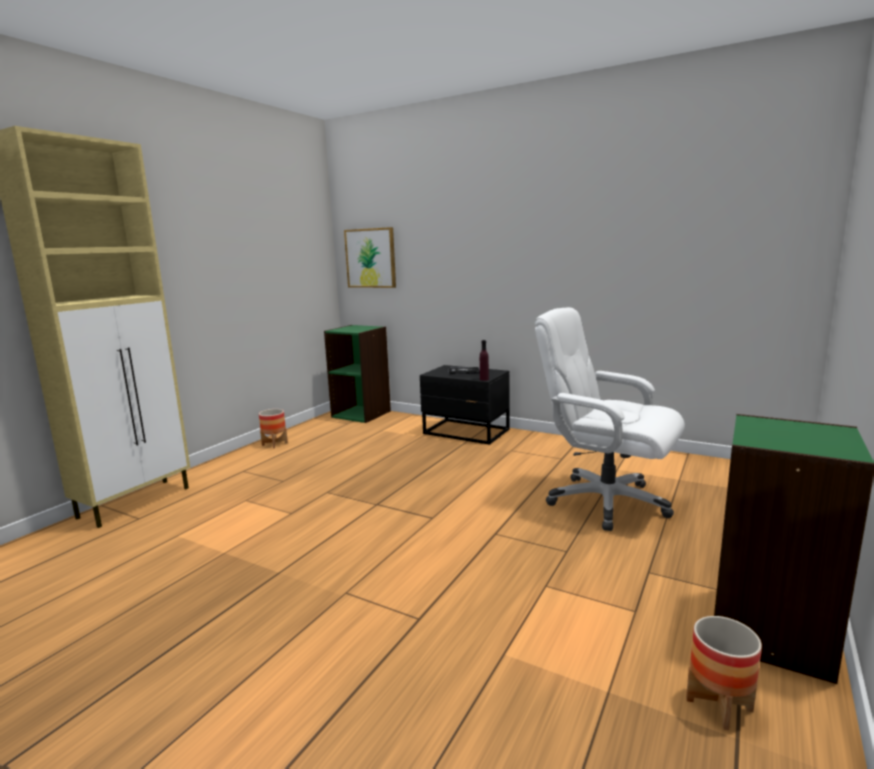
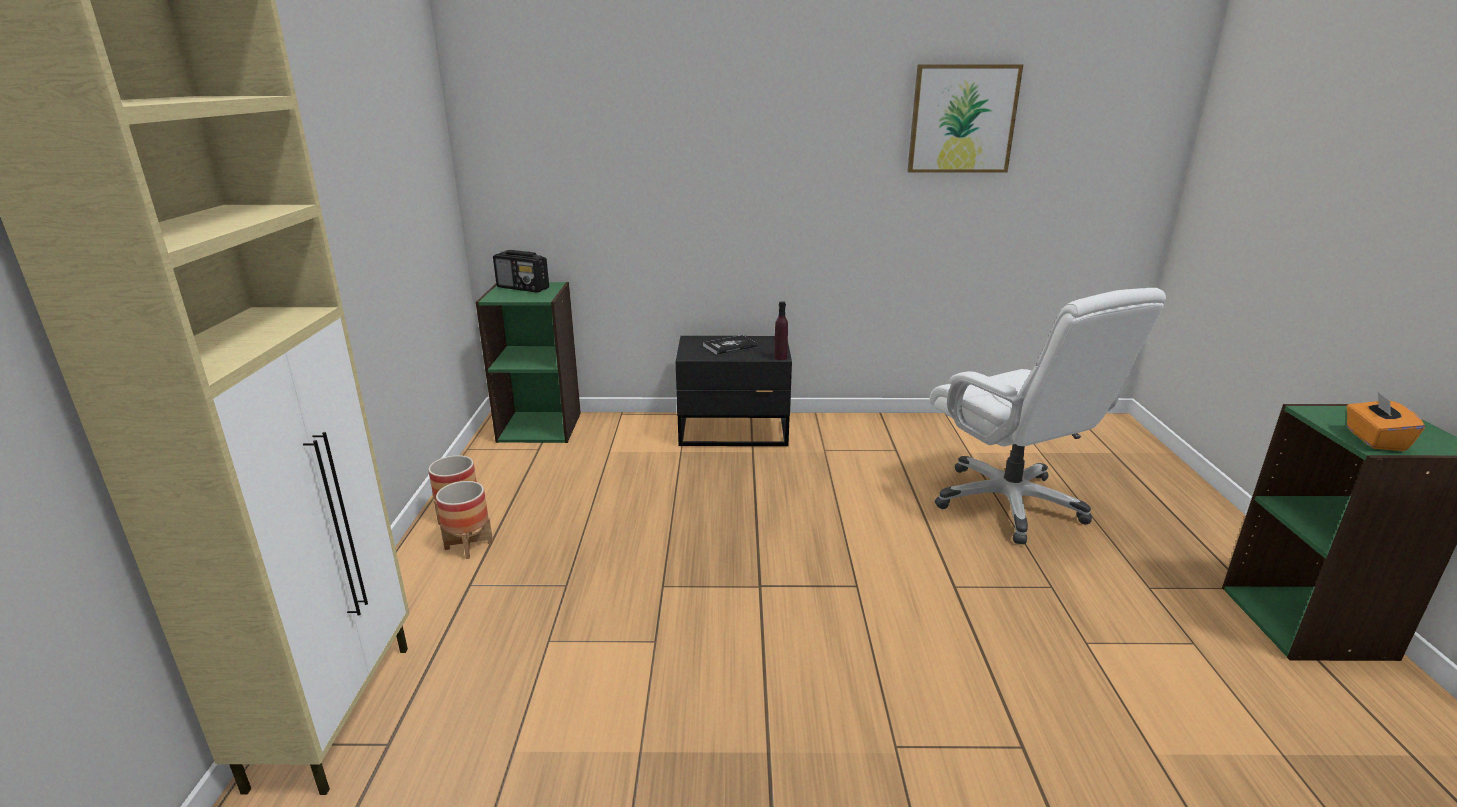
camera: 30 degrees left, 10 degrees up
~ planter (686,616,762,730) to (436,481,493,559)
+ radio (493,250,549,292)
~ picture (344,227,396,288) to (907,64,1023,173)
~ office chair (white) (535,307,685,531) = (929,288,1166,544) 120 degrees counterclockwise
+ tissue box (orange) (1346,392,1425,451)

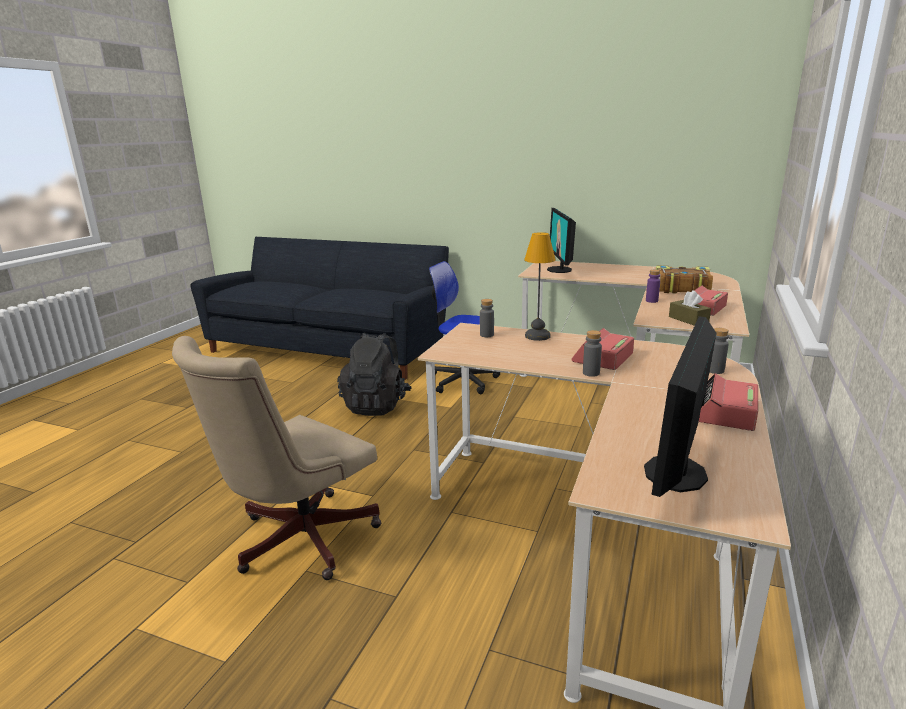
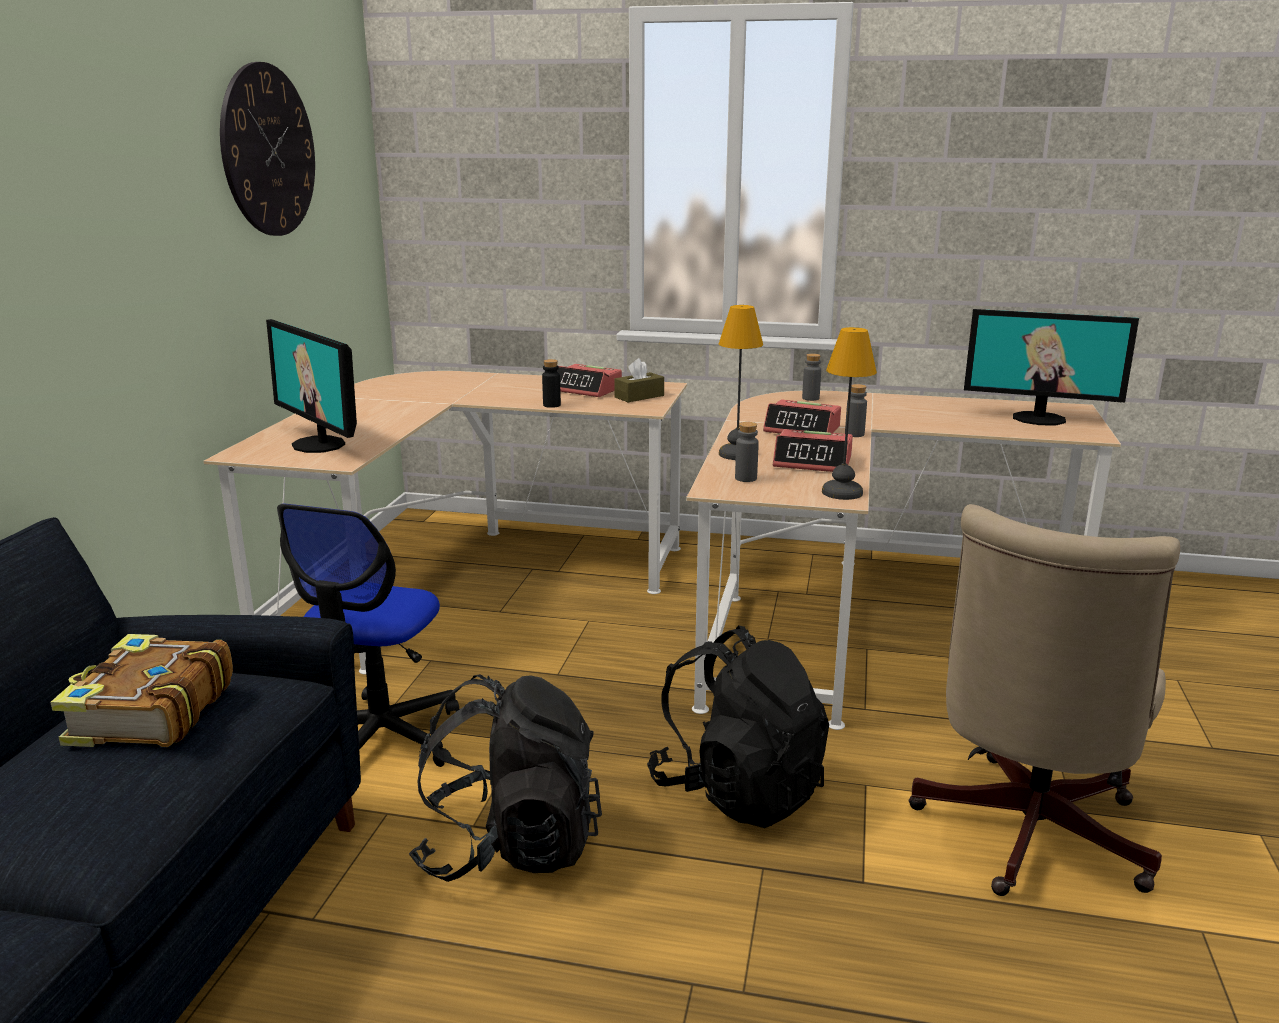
camera: 100 degrees left, 0 degrees up
~ book (656,265,713,293) to (50,634,233,747)
+ wall clock (220,62,315,236)
~ monitor (547,208,576,273) = (266,319,357,453) 60 degrees clockwise
~ bottle (purple) (646,270,660,303) to bottle (black) (542,359,561,408)
+ backpack (black) (647,625,829,828)
~ alarm clock (699,373,758,431) to (773,429,853,472)
+ table lamp (822,327,877,500)
~ office chair (beige) (172,336,381,580) = (908,504,1180,896) 90 degrees clockwise

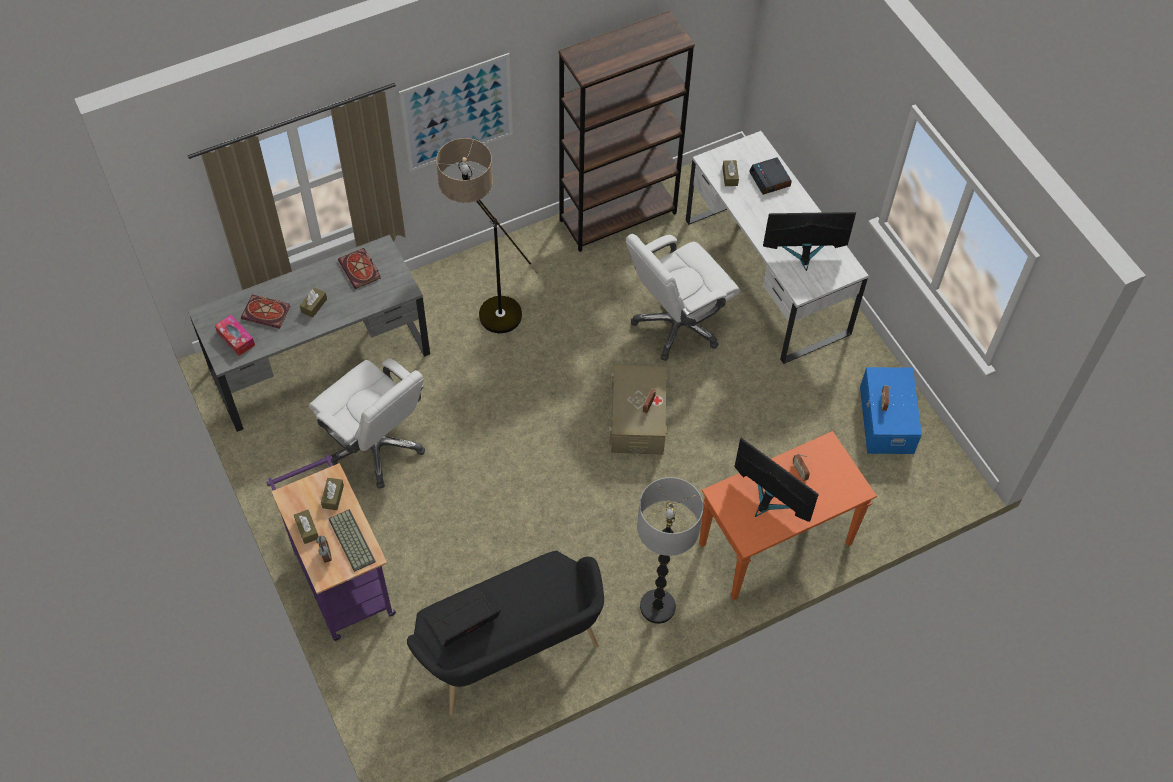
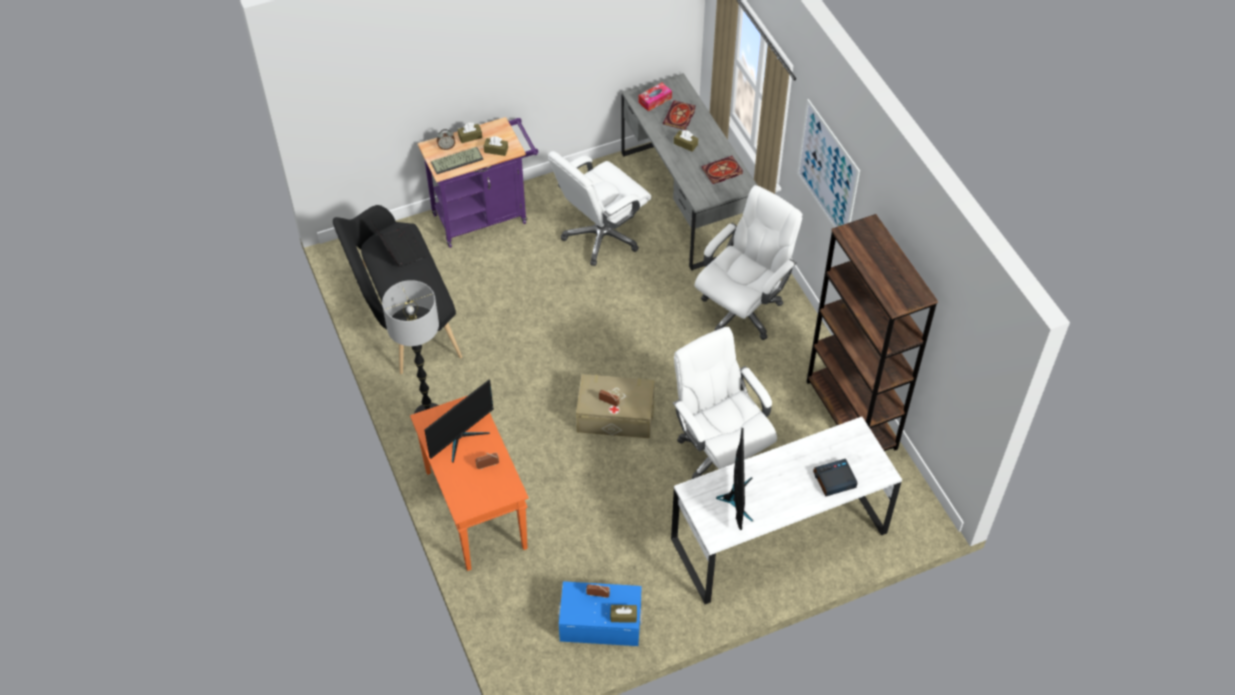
camera: 95 degrees right, 5 degrees down
~ tissue box (brown) (722,160,739,186) to (610,605,637,623)
~ floor lamp (436,138,539,334) to office chair (white) (695,185,803,340)

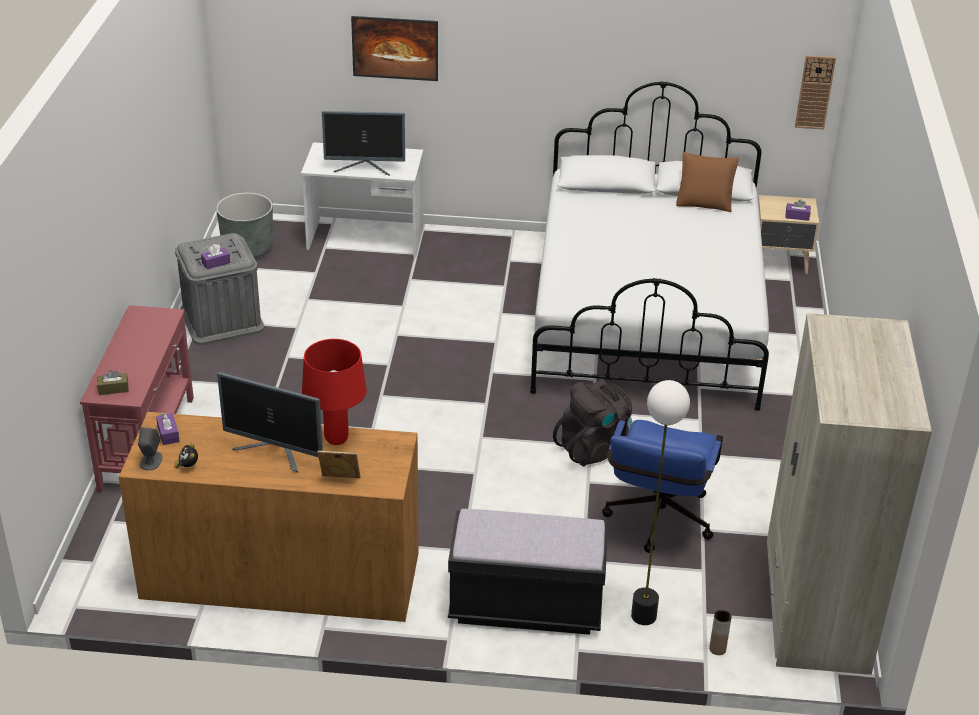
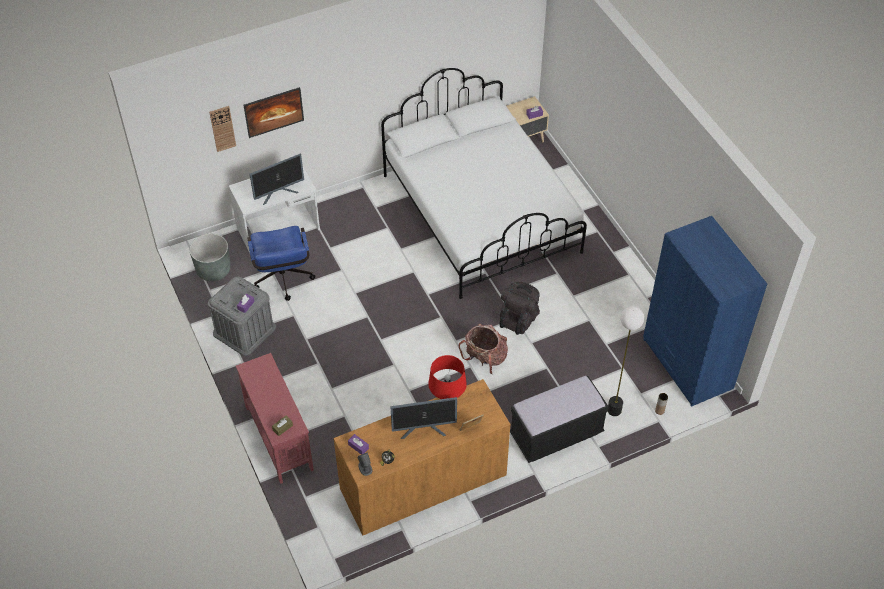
camera: 30 degrees left, 15 degrees up
~ wall clock (795,55,836,130) to (209,106,236,152)
~ office chair (blue) (602,415,723,553) to (247,226,315,301)
+ backpack (459,324,508,375)
~ wardrobe (beige) (767,313,932,675) to wardrobe (blue) (643,216,767,407)
- pillow (brown) (676,152,739,212)

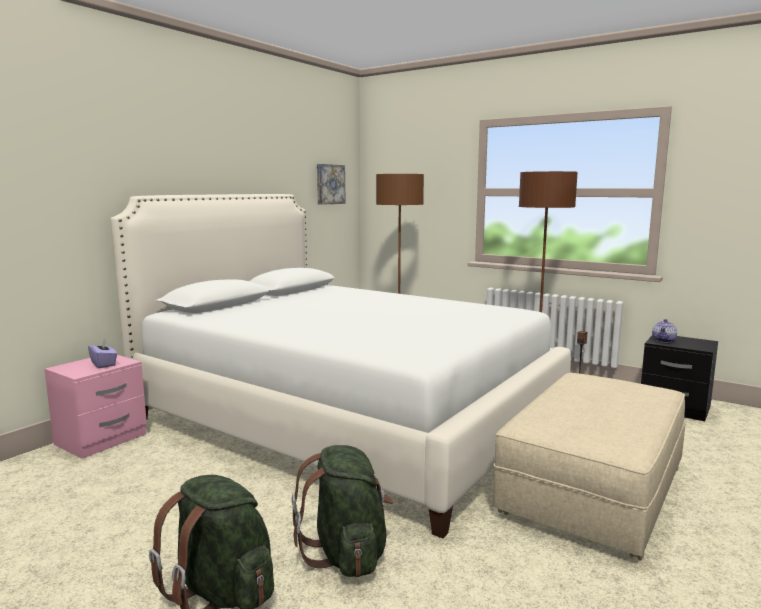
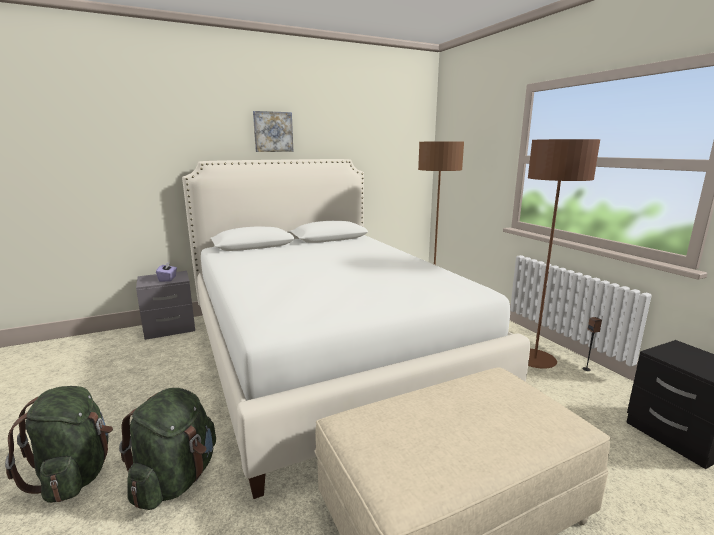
camera: 30 degrees right, 5 degrees up
~ nightstand (pink) (44,355,147,459) to nightstand (grey) (136,271,195,340)
~ picture (317,164,346,205) to (253,111,293,152)
- teapot (652,319,677,343)

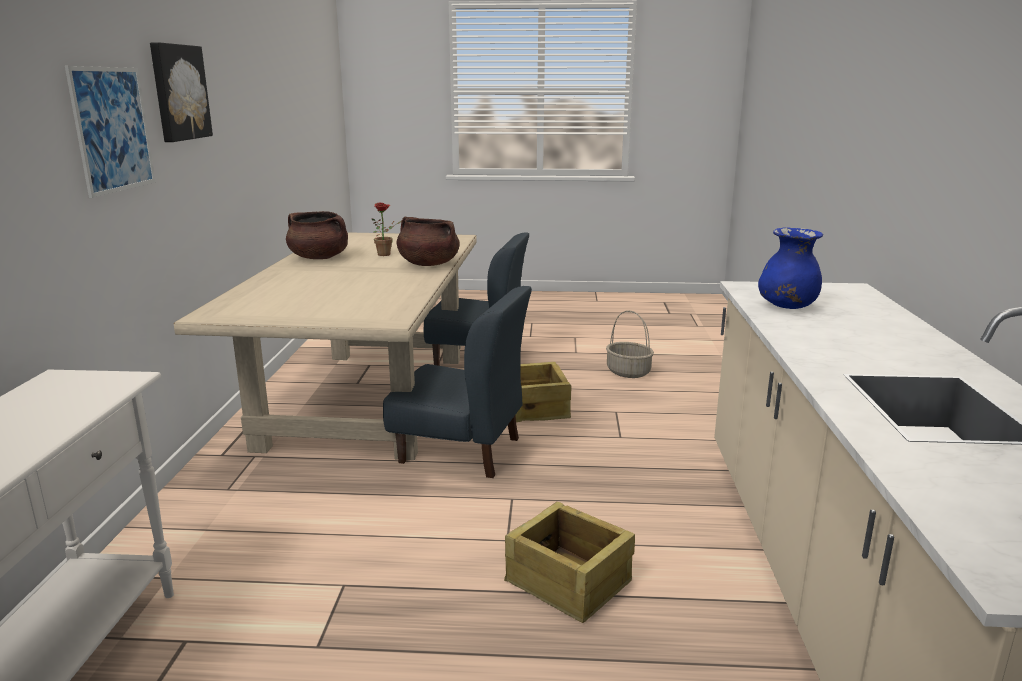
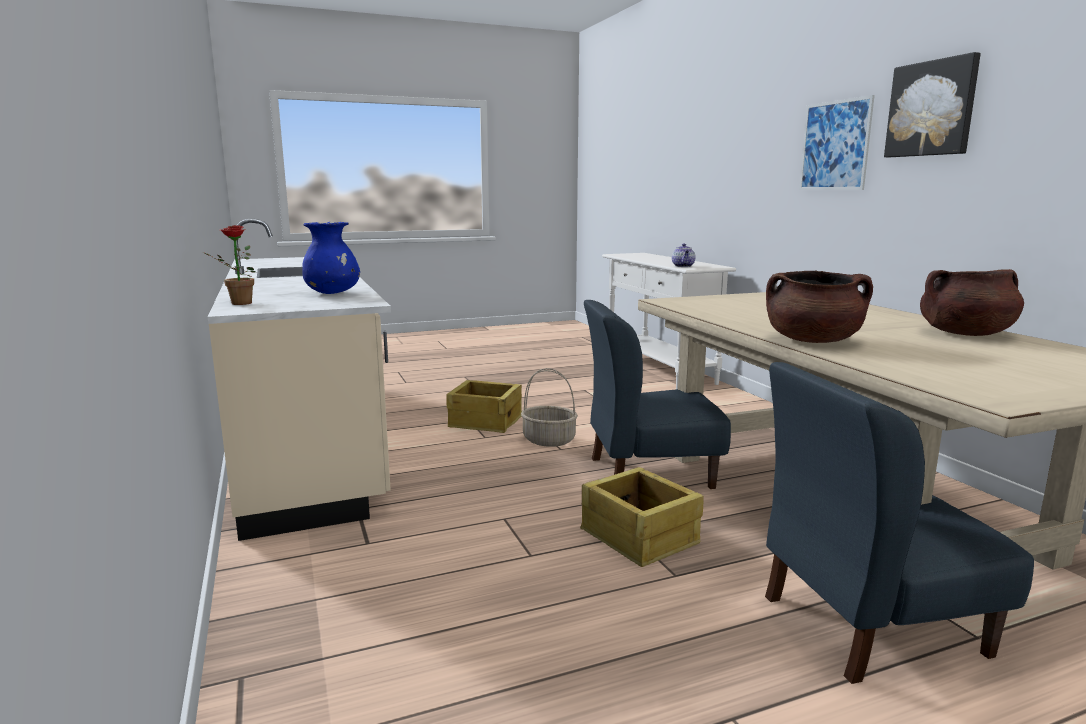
camera: 155 degrees right, 5 degrees down
~ potted plant (371,202,401,256) to (202,225,256,305)
~ basket (606,310,654,378) to (521,368,578,447)
+ teapot (672,243,696,267)

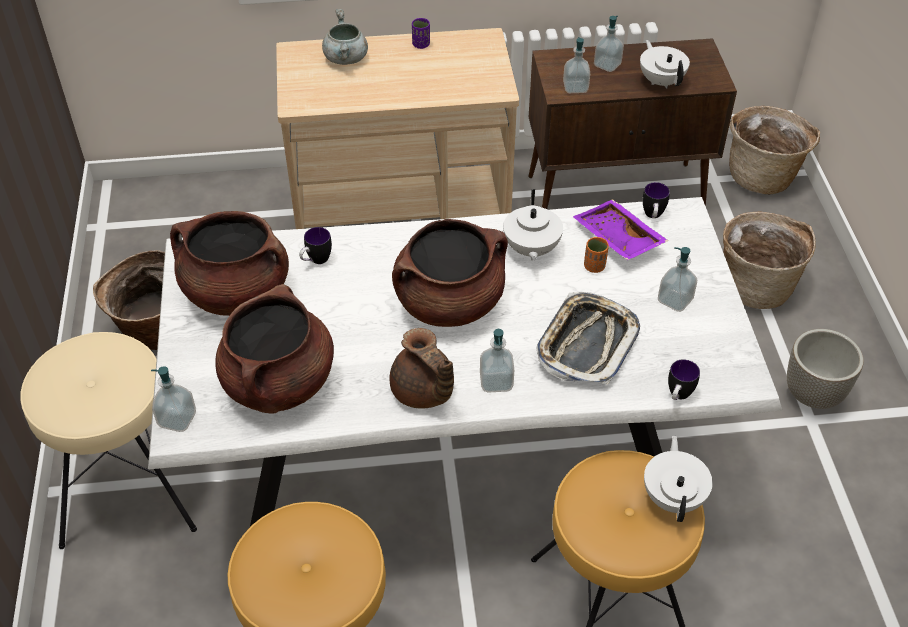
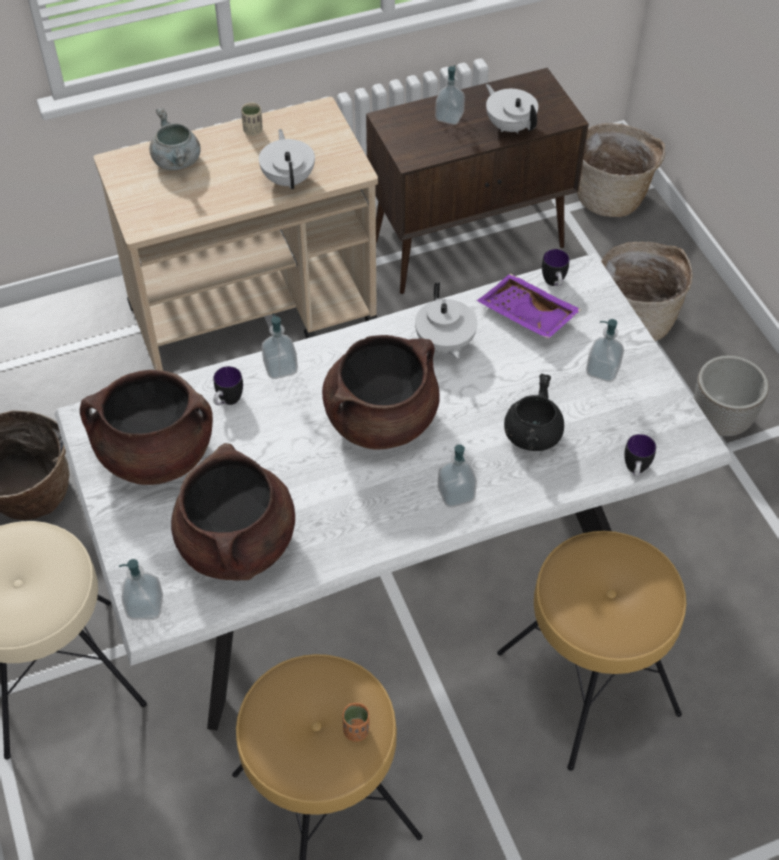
camera: 15 degrees left, 5 degrees up
~ cup (purple) (412,18,430,49) to cup (beige) (241,103,263,136)
~ teapot (white) (644,435,713,522) to (259,129,315,189)
~ soap dispenser (563,37,590,93) to (262,313,298,379)
~ cup (orange) (584,237,609,273) to (343,703,369,742)
~ tray (537,293,640,385) to cooking pot (black) (504,374,564,451)
- teapot (brown) (389,328,454,408)

